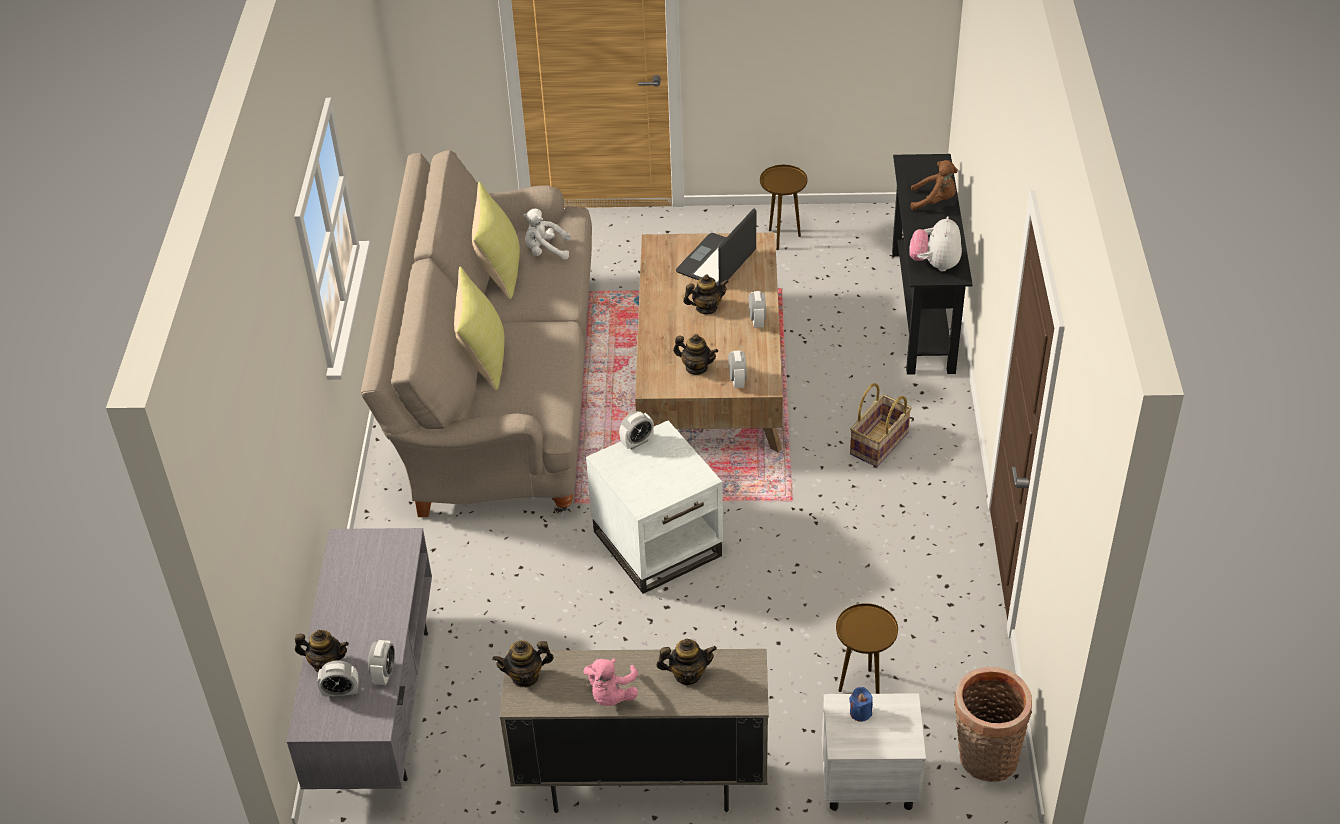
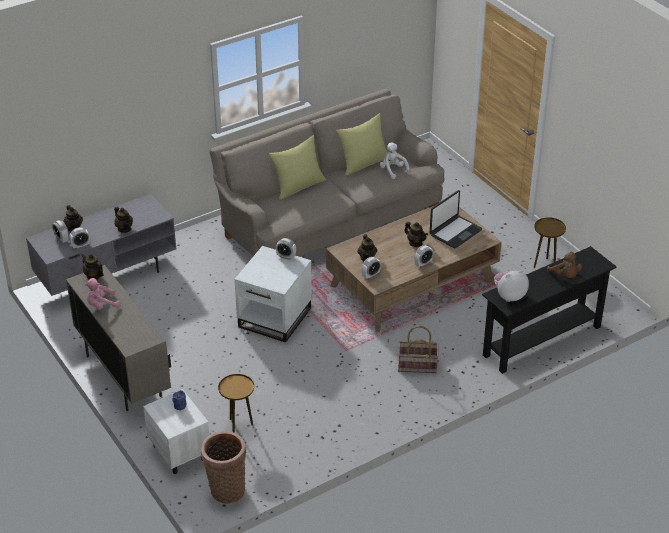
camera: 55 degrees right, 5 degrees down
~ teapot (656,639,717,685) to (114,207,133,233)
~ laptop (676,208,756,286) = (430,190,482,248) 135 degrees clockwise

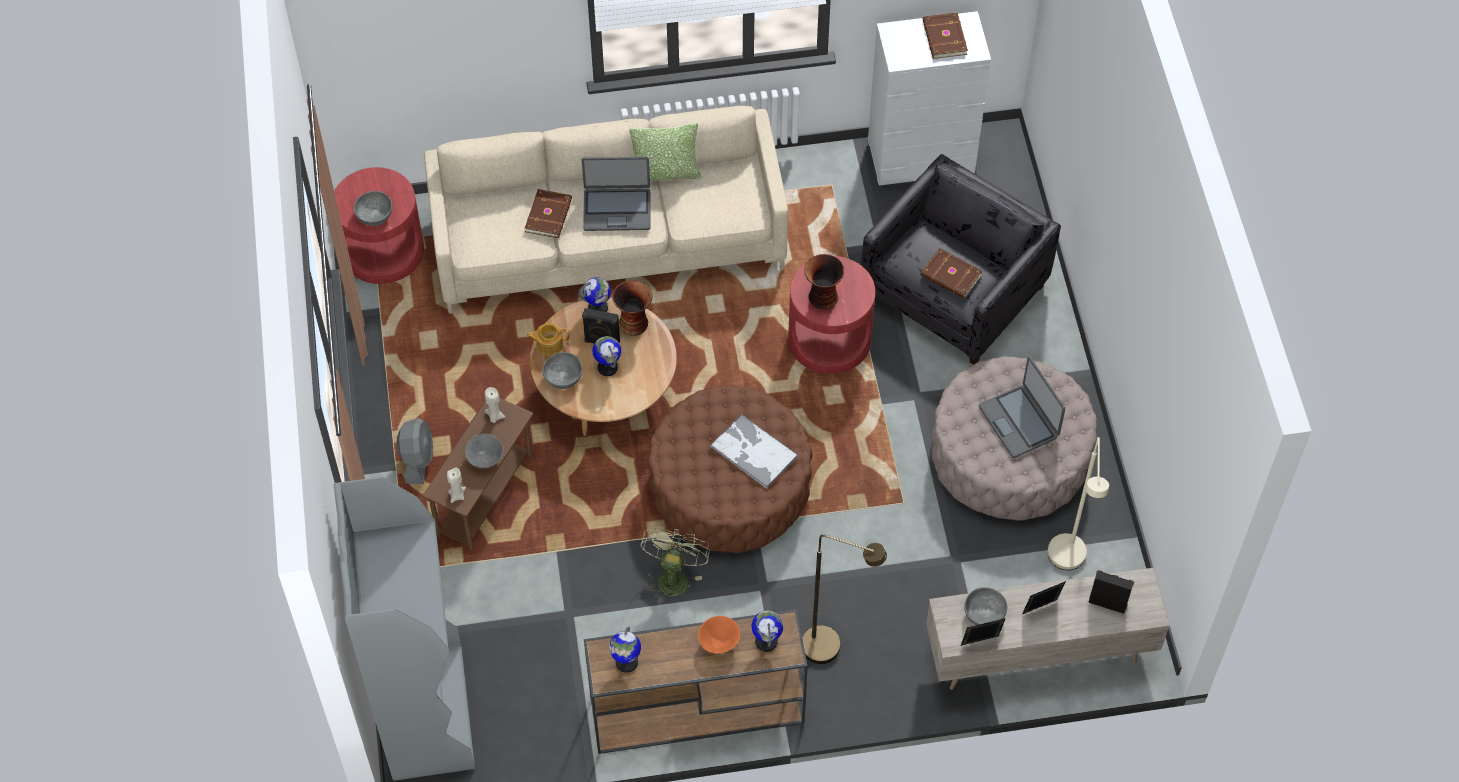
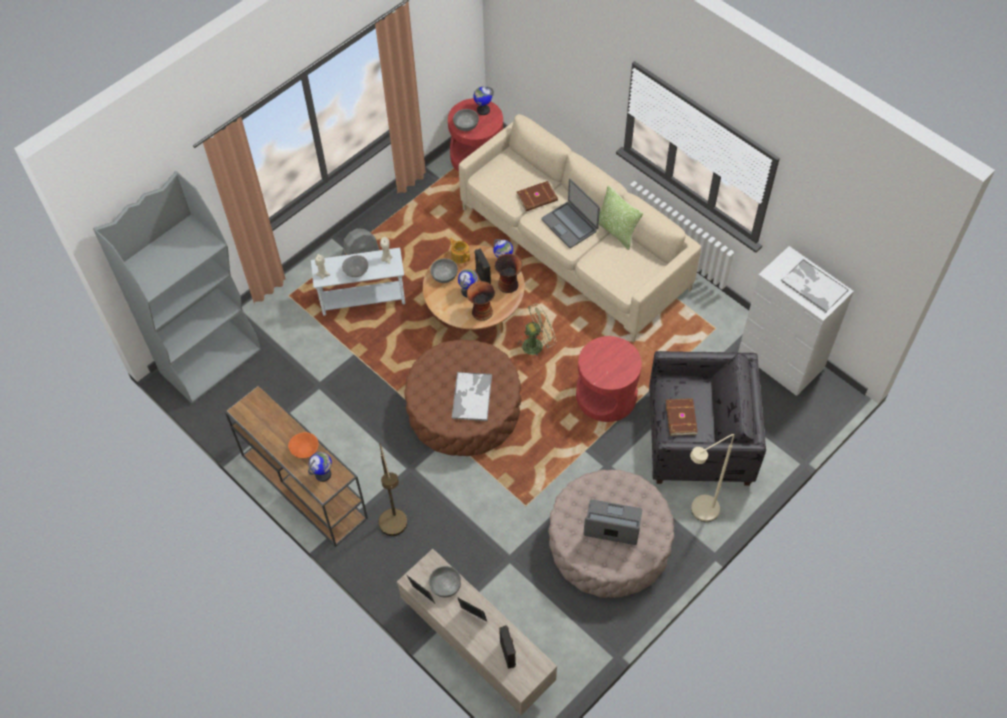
camera: 55 degrees right, 0 degrees up
~ side table (brown) (422,398,534,550) to side table (white) (311,248,405,316)
~ vase (804,254,844,309) to (467,281,495,321)
~ globe (609,626,641,673) to (473,87,494,115)
~ fan (green) (641,527,710,603) to (517,304,557,356)
~ laptop (979,357,1065,458) = (583,499,642,545) 75 degrees clockwise
~ floor lamp (beige) (1047,437,1109,570) to (690,434,734,522)
~ book (brown) (923,13,968,59) to tray (781,259,848,313)

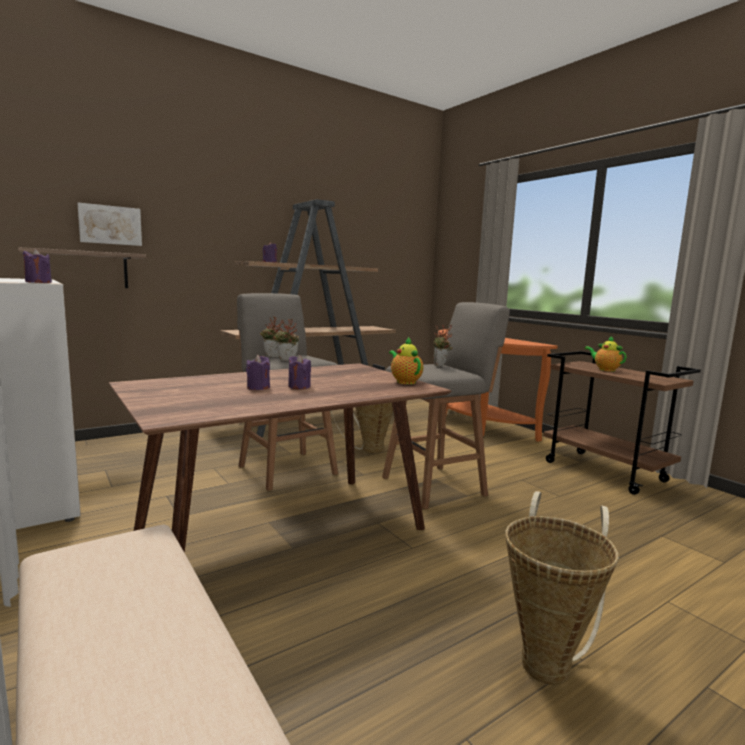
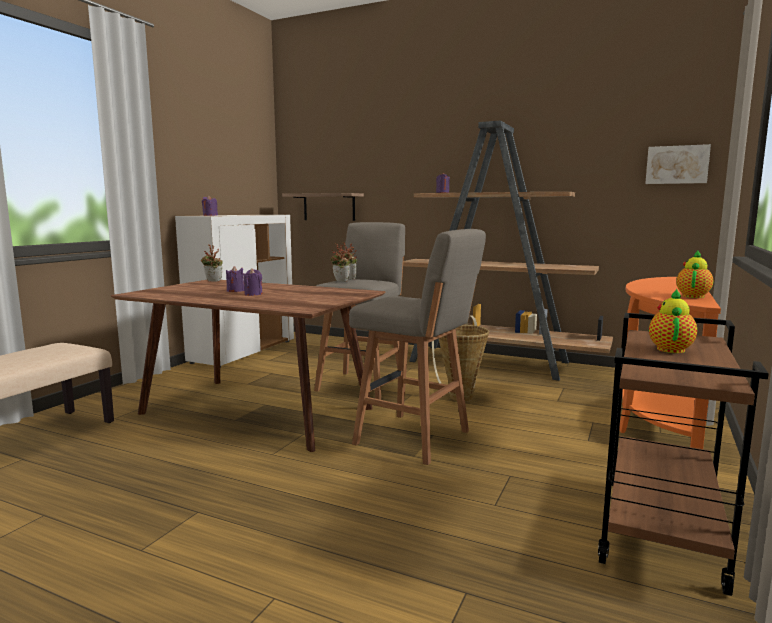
camera: 60 degrees right, 0 degrees up
~ potted plant (433,325,452,367) to (201,245,223,282)
~ picture (77,202,142,246) to (645,144,711,184)
~ teapot (389,337,423,384) to (676,251,713,298)
- basket (505,491,619,685)

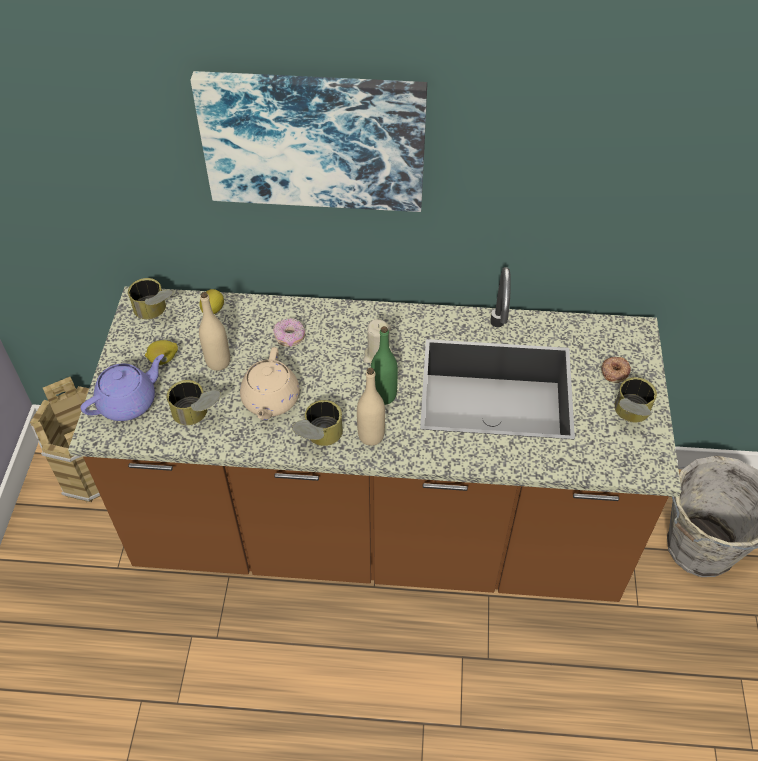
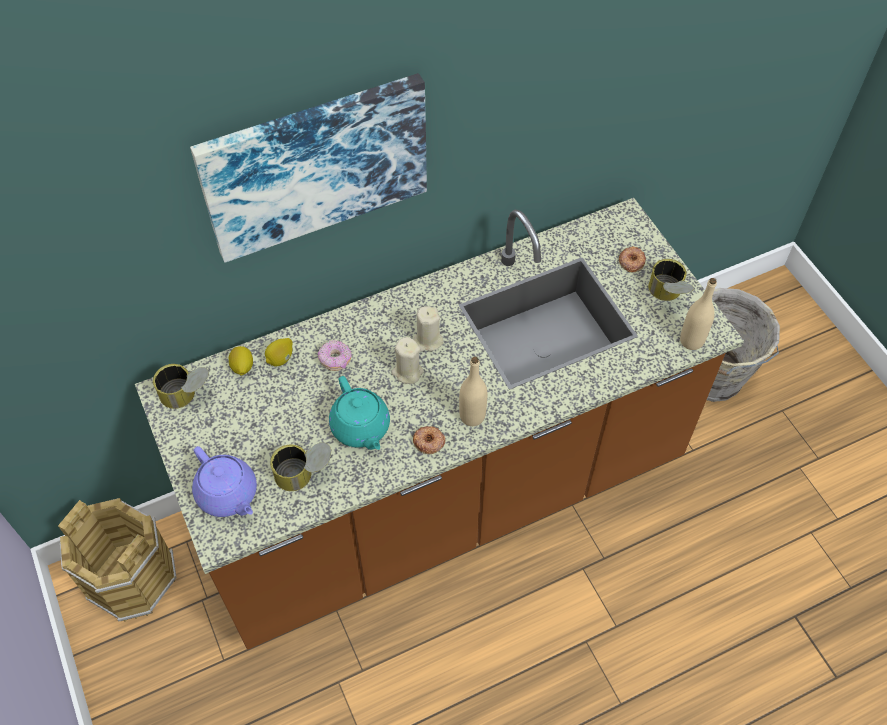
camera: 30 degrees left, 5 degrees up
~ teapot (purple) (80,354,164,421) = (192,446,257,517) 120 degrees clockwise
~ lemon (145,340,178,365) to (265,338,293,367)
~ teapot (beige) (240,347,300,420) to teapot (turquoise) (329,376,390,450)
+ candle (beige) (391,337,424,384)
~ can (292,400,343,446) to donut (413,426,445,454)
~ bottle (beige) (199,292,230,371) to (680,278,717,350)
- bottle (green) (371,326,398,405)

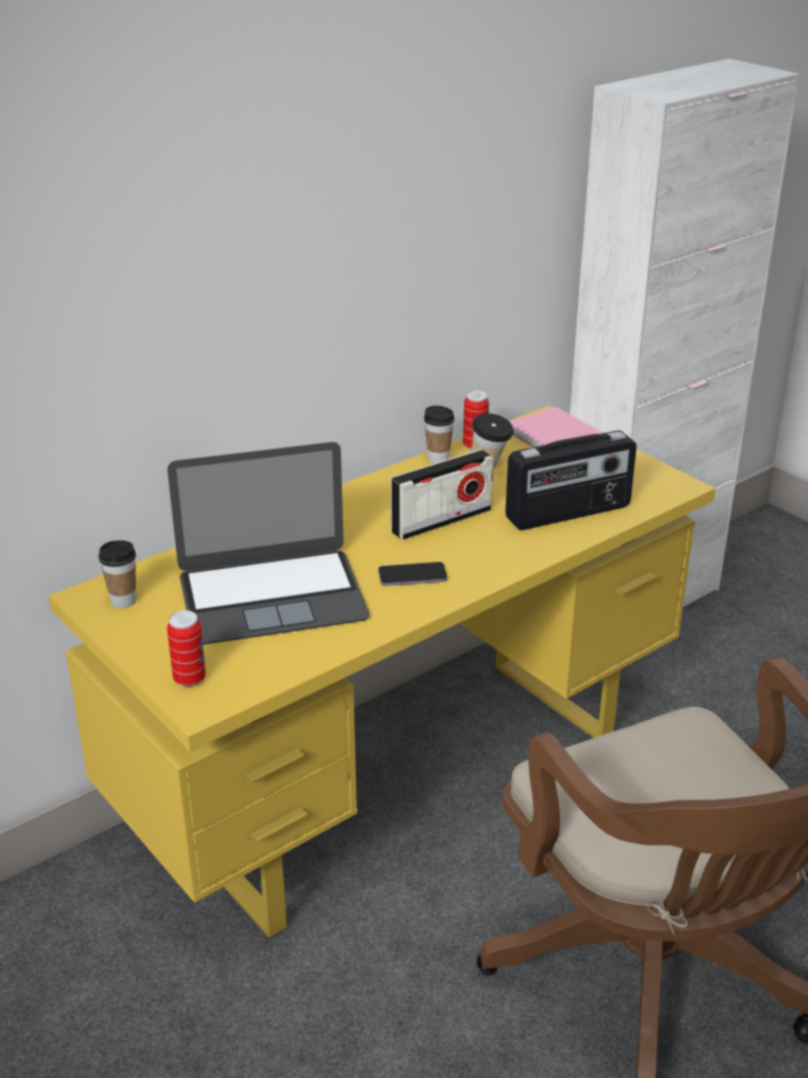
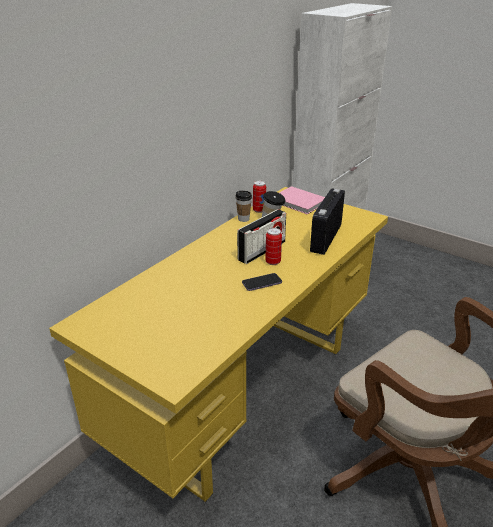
camera: 15 degrees left, 0 degrees up
~ can (167,610,206,687) to (265,228,282,265)
~ radio (505,430,637,530) = (310,188,345,255) 150 degrees clockwise
- cup (99,540,136,608)
- laptop (167,442,370,645)

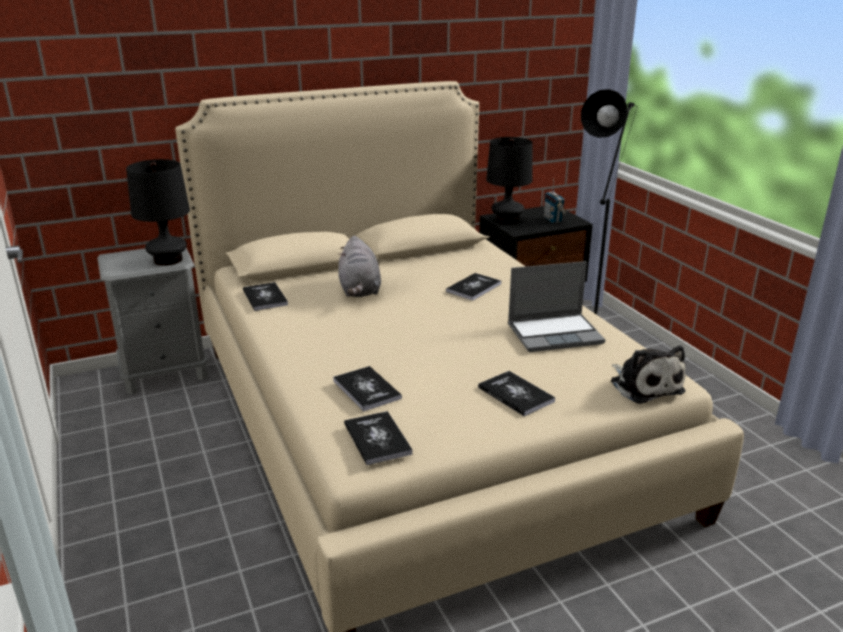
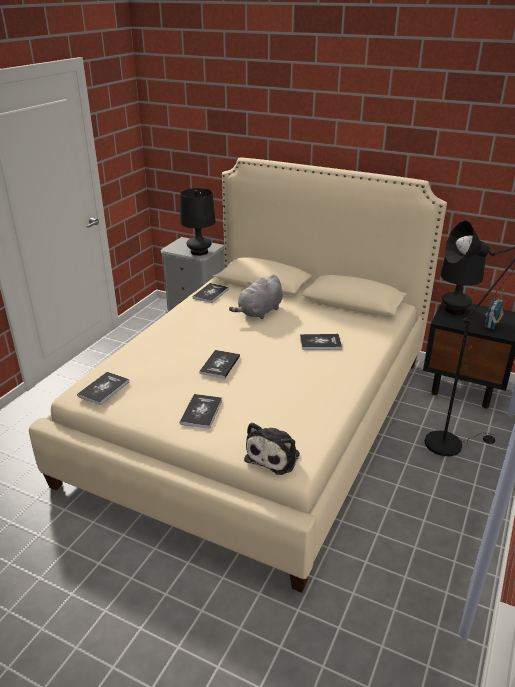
camera: 50 degrees right, 5 degrees up
~ book (333,366,402,412) to (199,350,240,379)
- laptop (508,261,606,352)

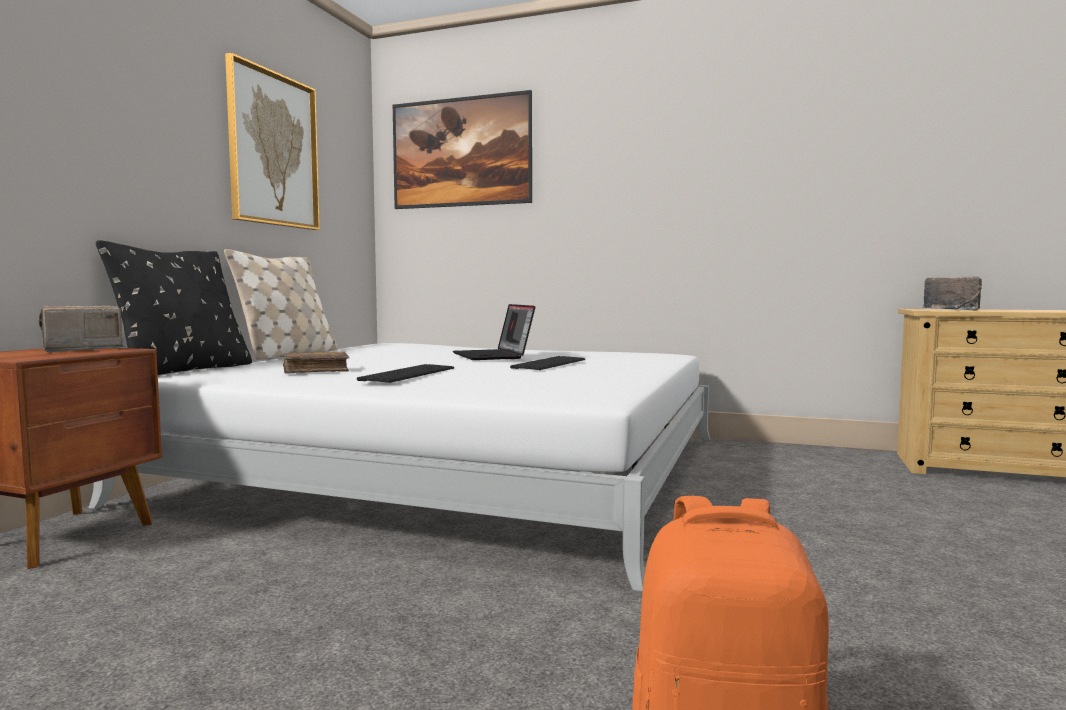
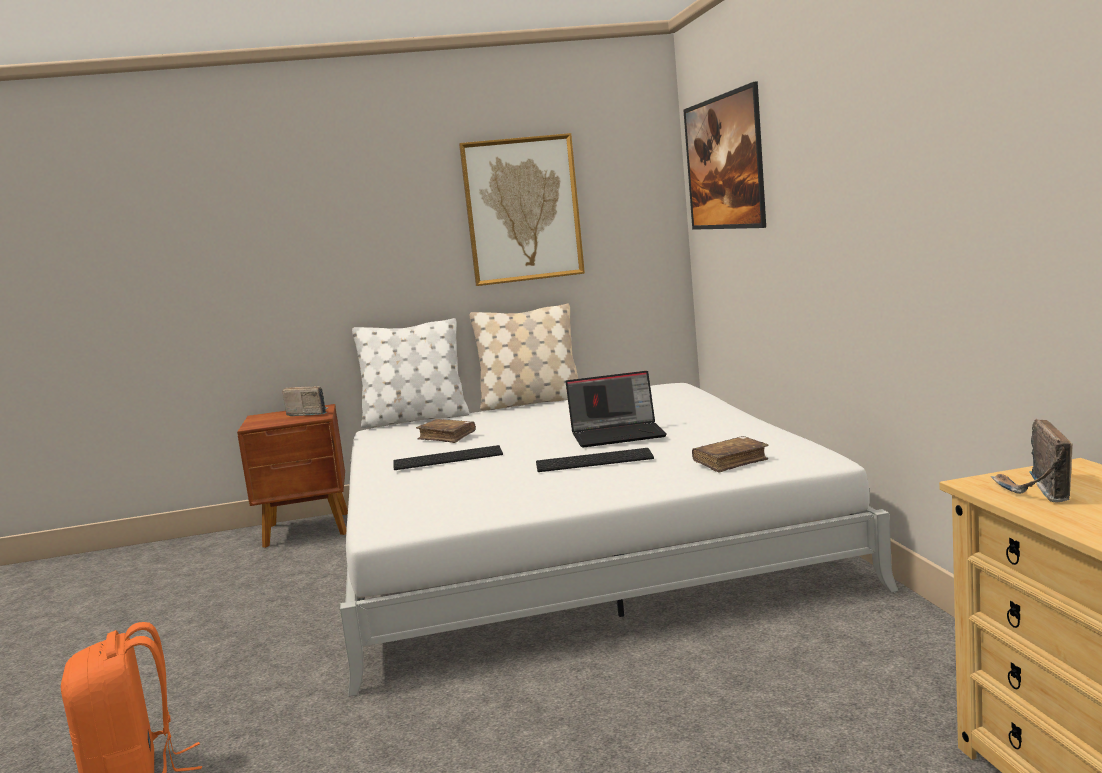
camera: 60 degrees right, 5 degrees up
~ pillow (black) (96,240,252,375) to pillow (white) (352,318,469,428)
~ laptop (453,304,535,360) = (566,371,667,447) 135 degrees counterclockwise
+ book (brown) (692,436,769,473)

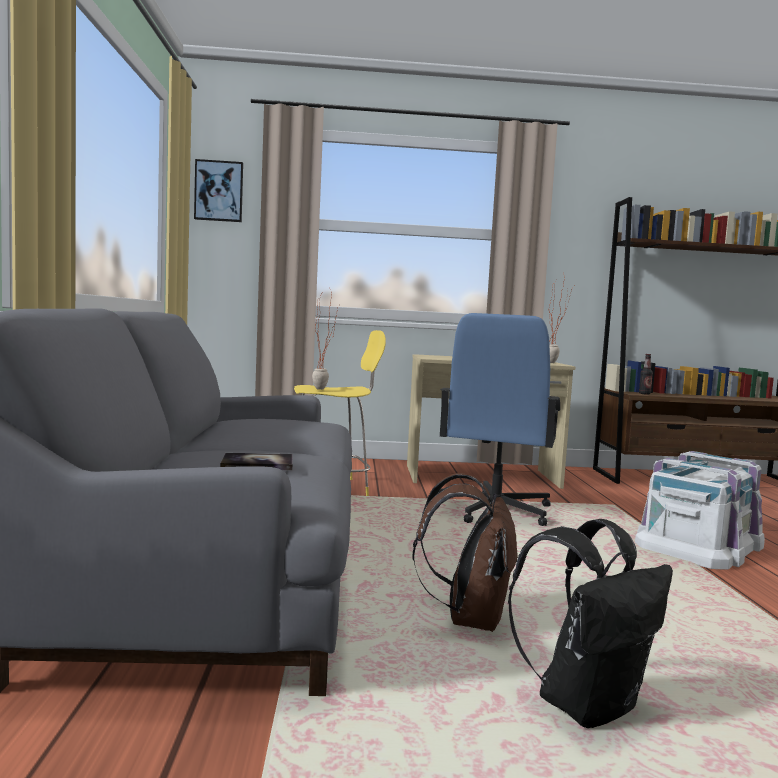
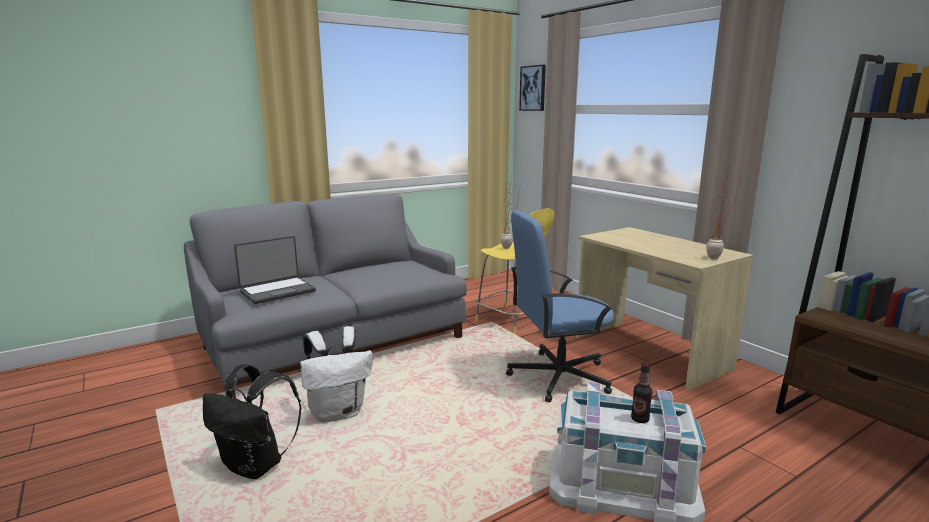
camera: 60 degrees right, 10 degrees up
~ book (220,453,293,471) to laptop (234,236,316,304)
~ backpack (brown) (412,473,518,632) to backpack (white) (300,326,373,422)
~ bottle (639,354,653,395) to (631,362,652,423)

